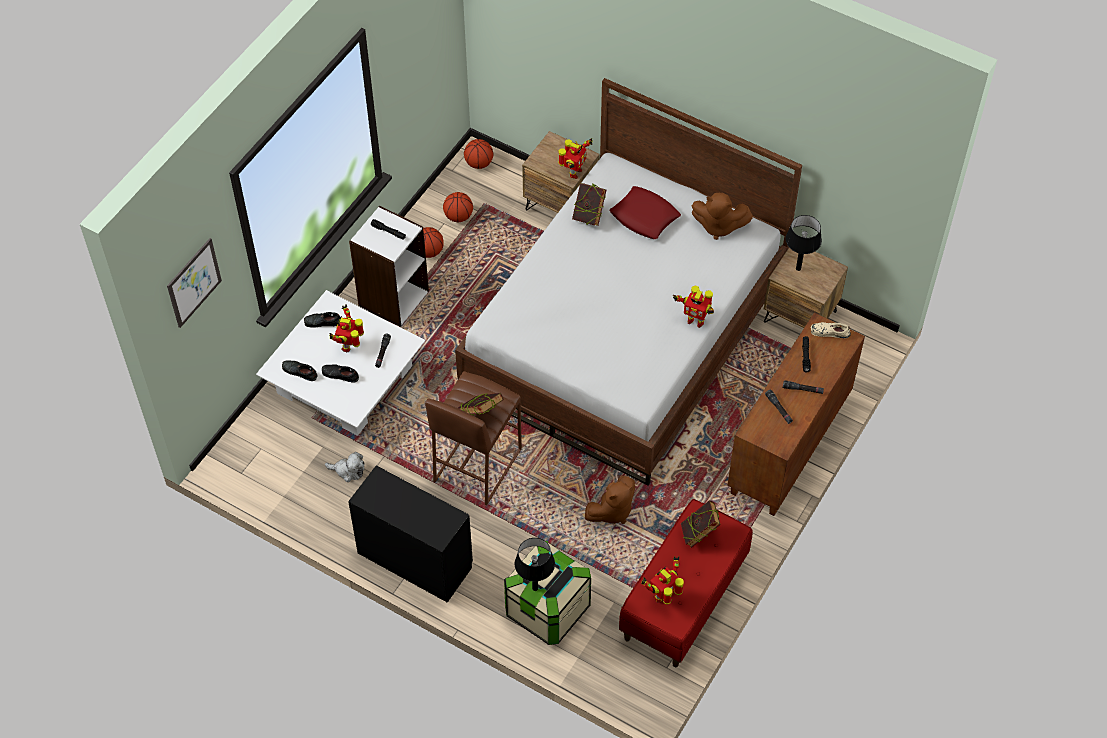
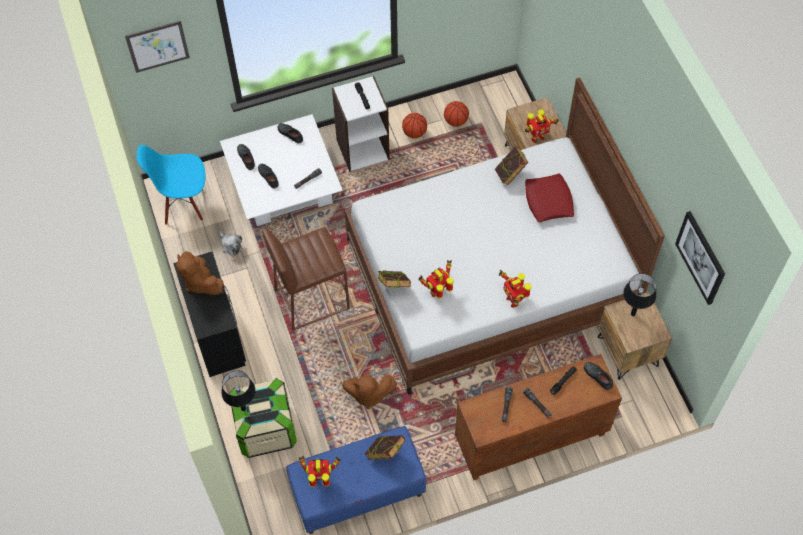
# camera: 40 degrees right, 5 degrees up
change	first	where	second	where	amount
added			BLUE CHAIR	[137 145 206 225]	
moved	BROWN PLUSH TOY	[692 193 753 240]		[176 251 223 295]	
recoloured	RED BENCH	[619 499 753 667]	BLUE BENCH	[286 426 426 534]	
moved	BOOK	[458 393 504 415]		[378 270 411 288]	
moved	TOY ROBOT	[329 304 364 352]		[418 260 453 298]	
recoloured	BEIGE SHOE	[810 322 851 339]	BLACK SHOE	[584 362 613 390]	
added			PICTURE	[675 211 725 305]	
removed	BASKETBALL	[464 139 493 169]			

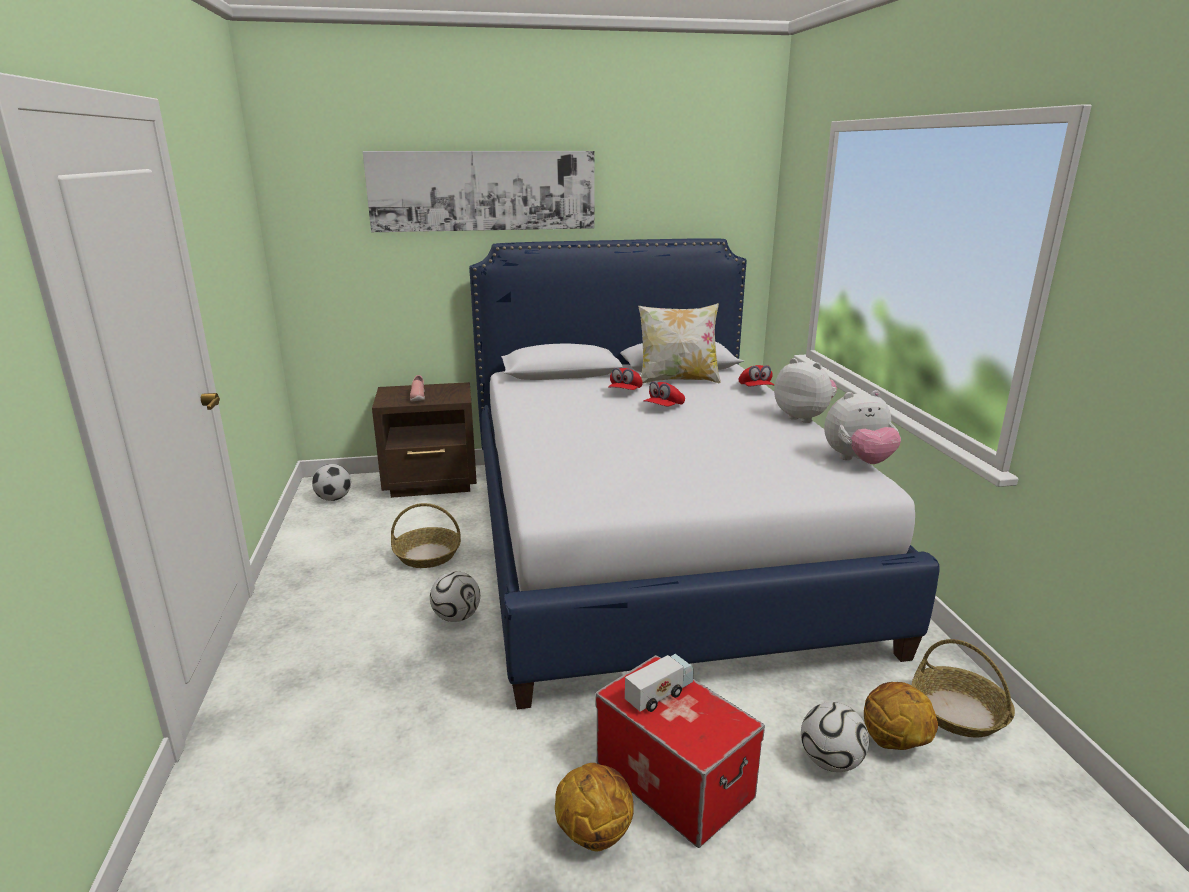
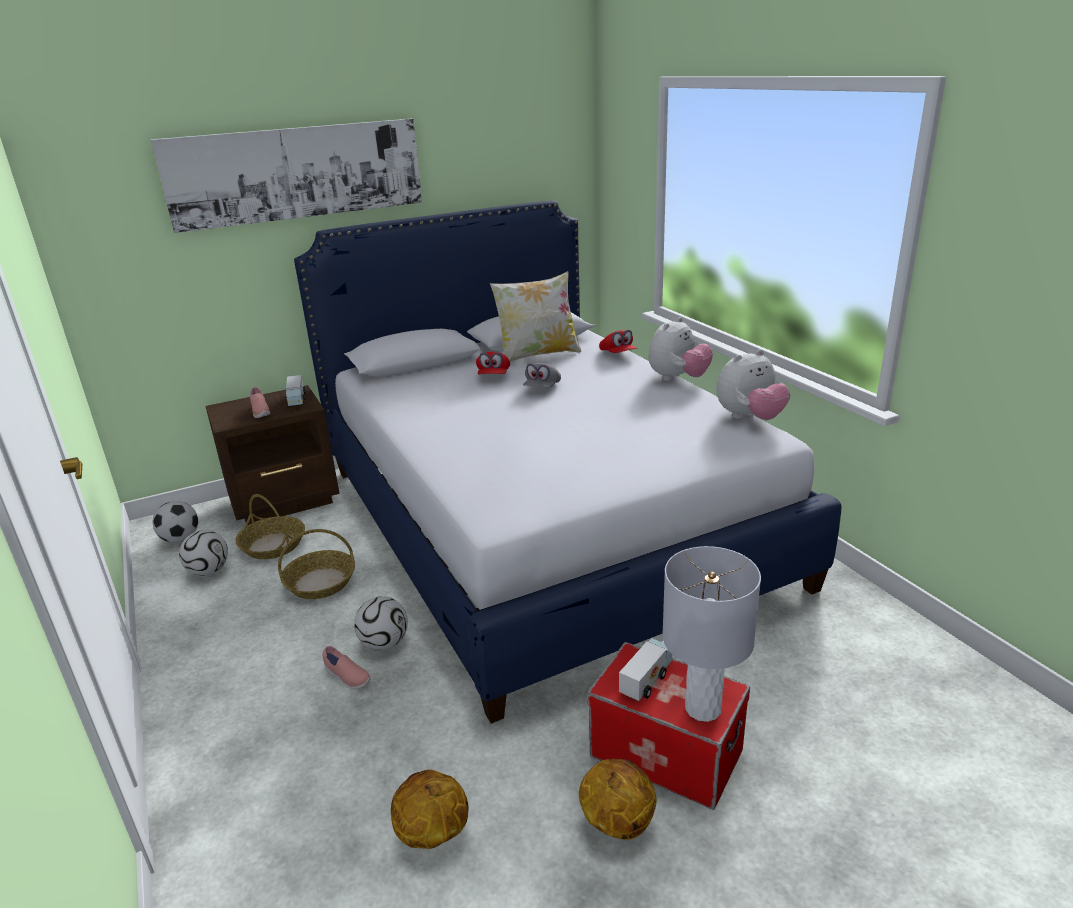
# camera: 15 degrees left, 5 degrees up
change	first	where	second	where	amount
moved	FOOTBALL	[801 702 869 772]		[179 530 228 576]	
moved	BASKET	[912 639 1015 737]		[235 494 305 559]	
added			TOY TRUCK	[286 375 306 406]	
added			PINK SHOE	[323 646 371 689]	
moved	BASKETBALL	[864 682 938 750]		[391 770 469 849]	
recoloured	RED CAP	[644 381 685 406]	GREY CAP	[523 363 561 388]	
turned	PLUSH TOY	[774 358 837 423]		[649 317 713 381]	105 degrees clockwise
added			GREY TABLE LAMP	[662 546 761 722]	

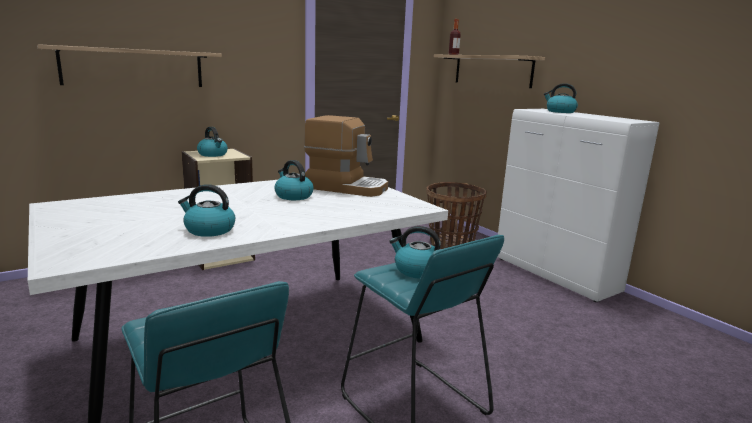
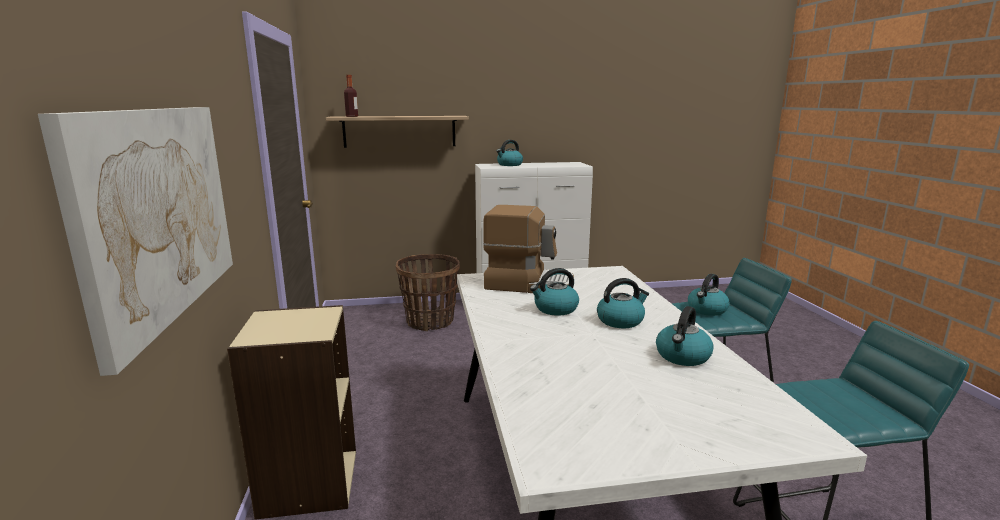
# camera: 65 degrees left, 0 degrees up
change	first	where	second	where	amount
replaced	SHELF	[37 44 222 87]	PICTURE	[38 107 233 376]	
turned	COFFEE MACHINE	[305 115 388 197]		[483 205 574 293]	60 degrees clockwise
moved	KETTLE	[197 127 228 157]		[597 278 649 328]	

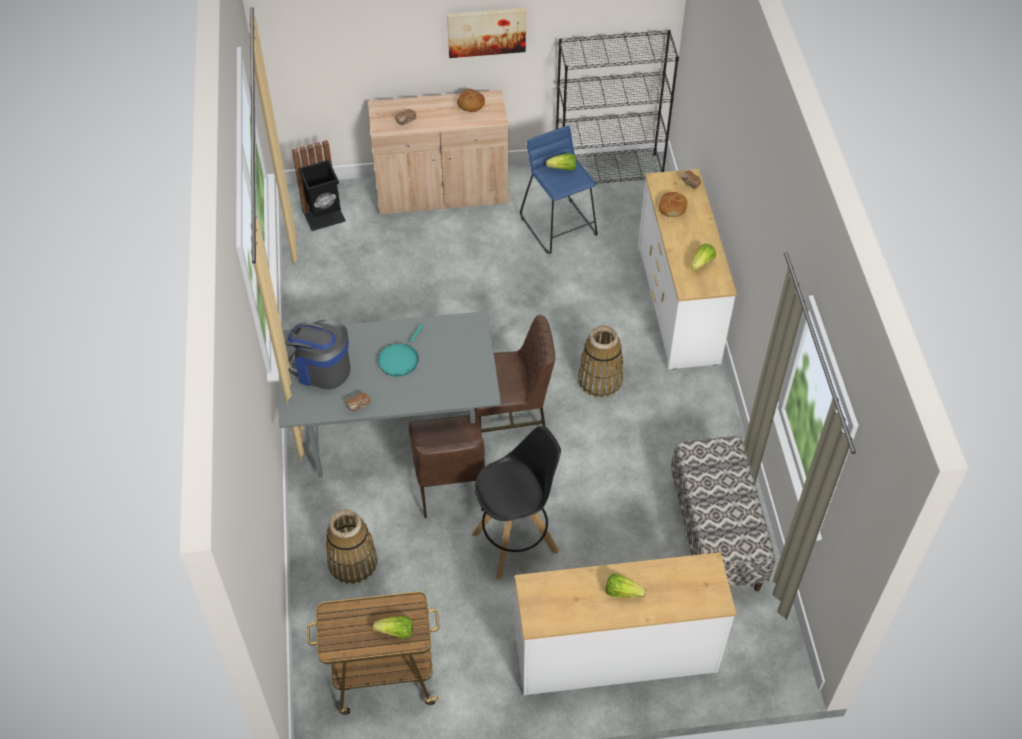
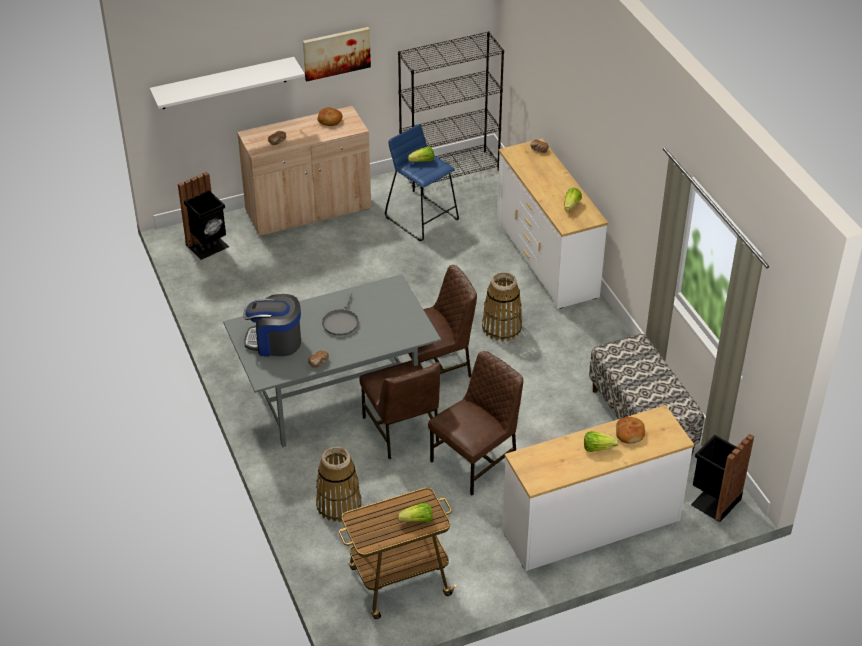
# camera: 15 degrees left, 10 degrees down
change	first	where	second	where	amount
added			WHITE SHELF	[149 57 305 109]	
recoloured	TURQUOISE FRYING PAN	[378 324 424 377]	GREY FRYING PAN	[322 293 359 336]	
replaced	BLACK STOOL	[472 426 561 579]	BROWN CHAIR	[428 351 523 495]	
moved	BREAD	[658 192 688 217]		[616 417 645 444]	
added			BLACK TRASH CAN	[691 434 754 522]	

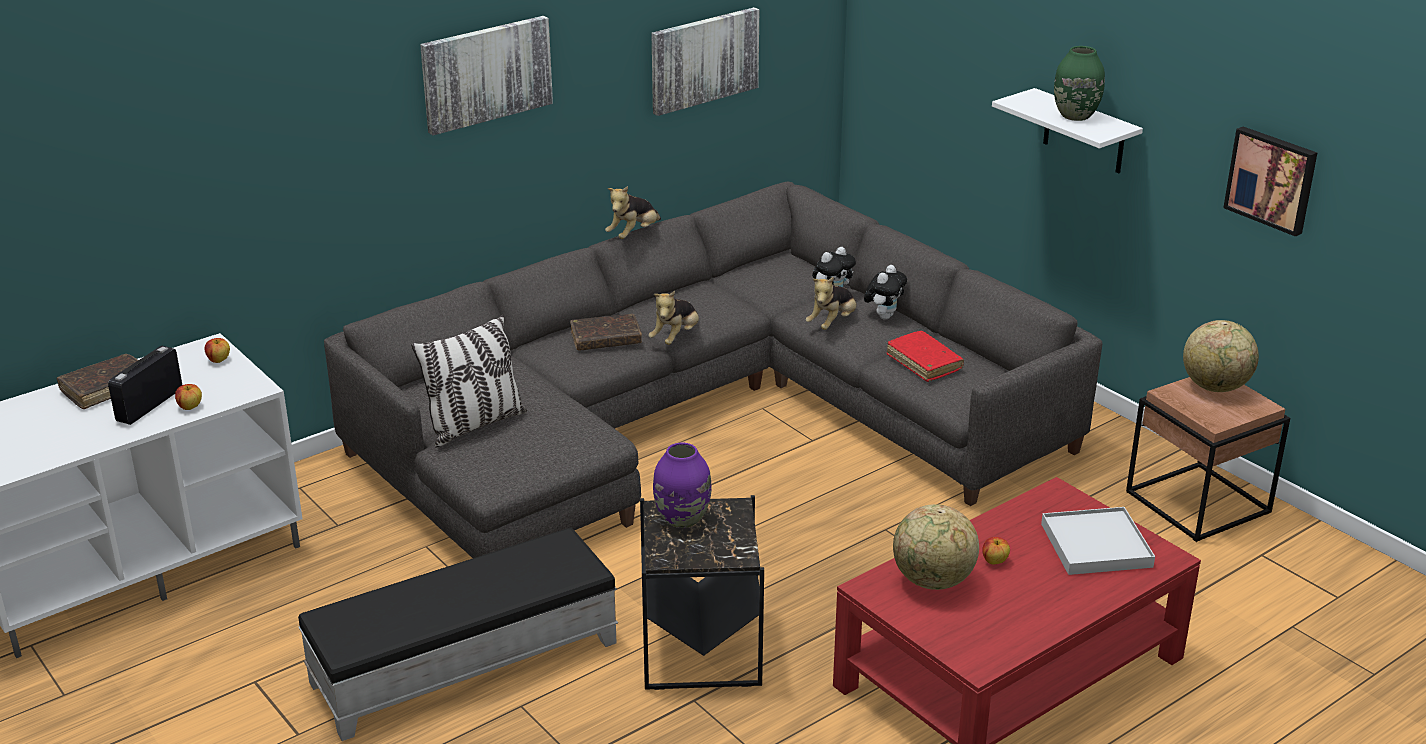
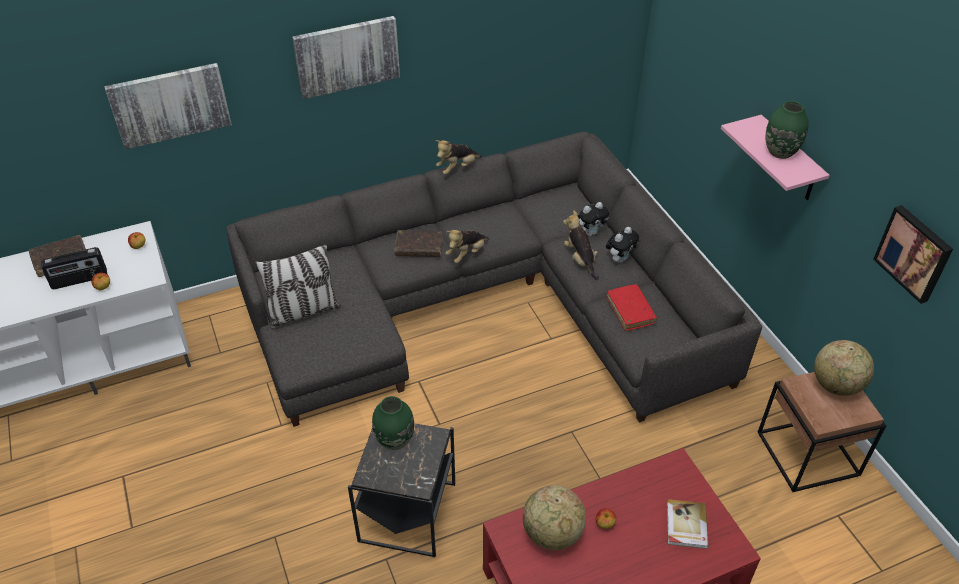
# camera: 15 degrees right, 15 degrees up
change	first	where	second	where	amount
turned	RADIO	[108 346 182 425]		[41 247 107 289]	150 degrees counterclockwise
moved	PICTURE	[651 7 759 116]		[104 63 232 150]	
recoloured	PURPLE VASE	[653 443 712 528]	GREEN VASE	[372 396 414 450]	
turned	PLUSH TOY	[805 277 857 330]		[563 210 599 280]	105 degrees clockwise
replaced	WHITE TRAY	[1041 507 1155 575]	BOOK	[667 499 709 549]	
recoloured	WHITE SHELF	[992 88 1143 174]	PINK SHELF	[721 115 830 200]	
removed	BLACK OTTOMAN	[298 528 618 741]			

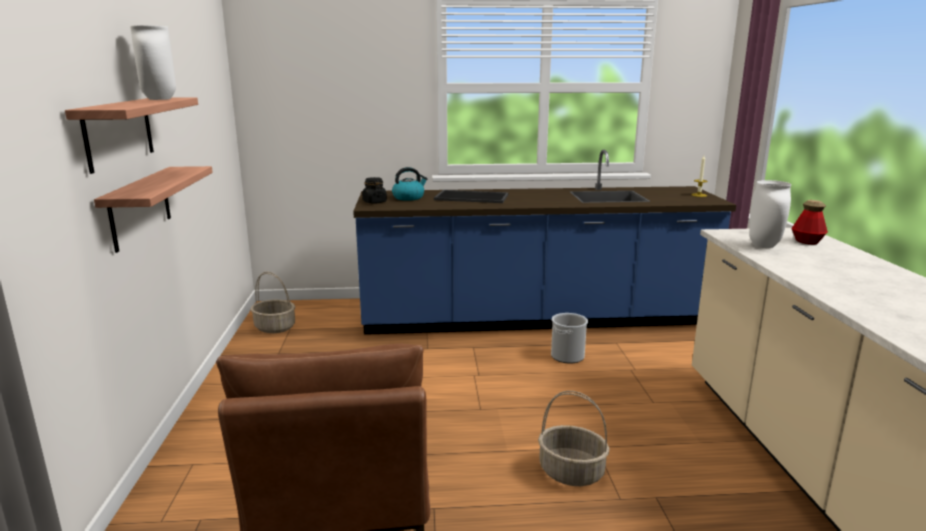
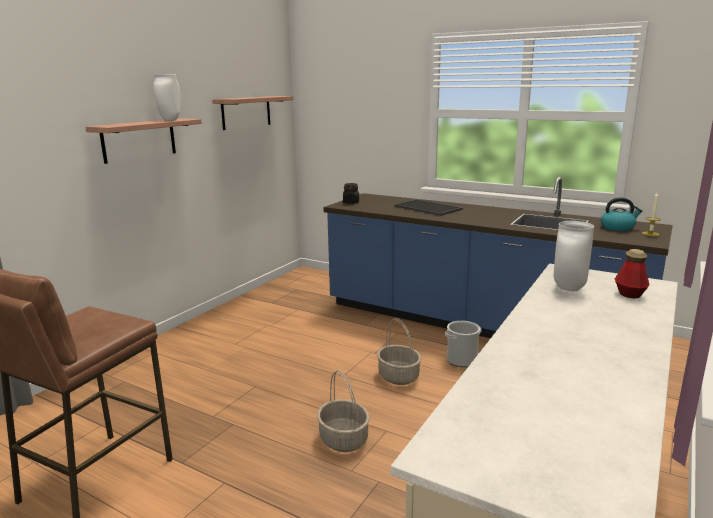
# camera: 35 degrees right, 0 degrees up
change	first	where	second	where	amount
moved	SHELF	[94 166 213 253]		[212 96 293 130]	
moved	BASKET	[251 272 295 333]		[377 318 421 385]	
moved	KETTLE	[392 167 428 201]		[601 197 642 231]	

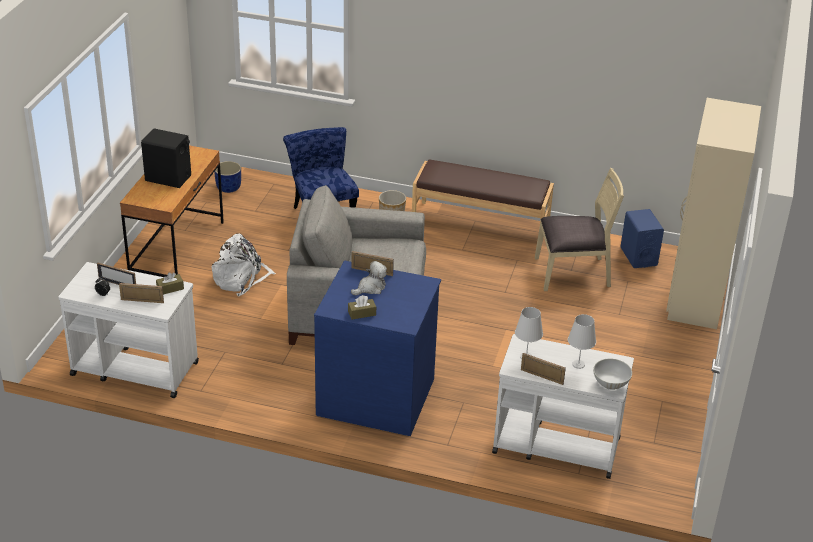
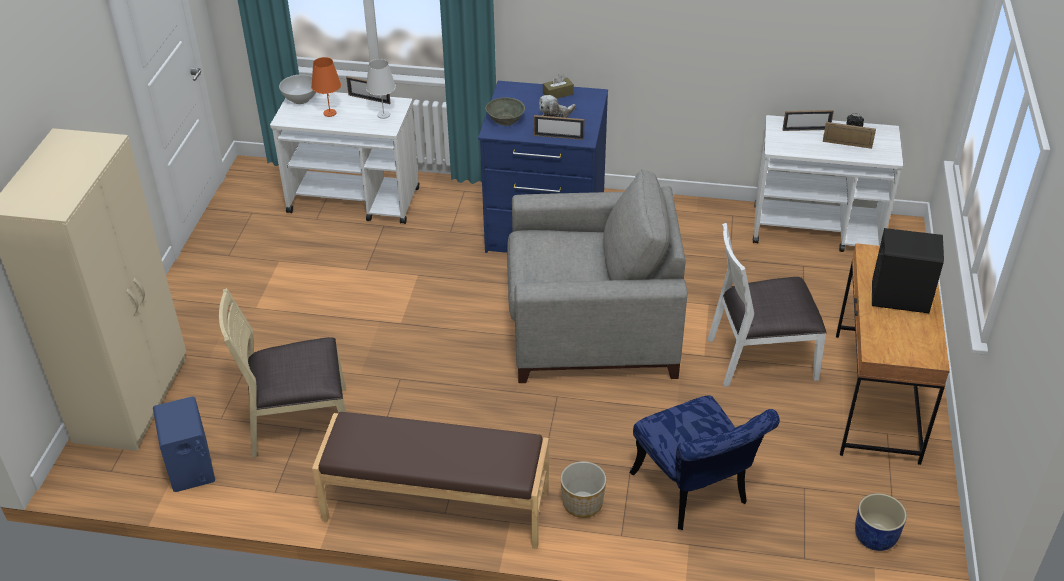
# camera: 175 degrees right, 5 degrees up
change	first	where	second	where	amount
recoloured	WHITE TABLE LAMP	[568 314 596 369]	ORANGE TABLE LAMP	[311 57 341 117]	
added			GREY BOWL	[485 97 525 126]	
replaced	WHITE BACKPACK	[212 233 276 296]	WHITE CHAIR	[708 223 827 387]	
removed	BROWN TISSUE BOX	[156 272 184 295]			

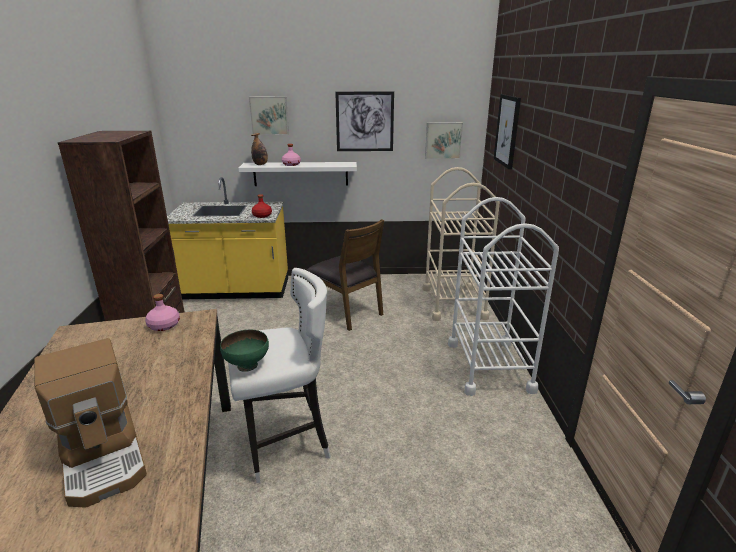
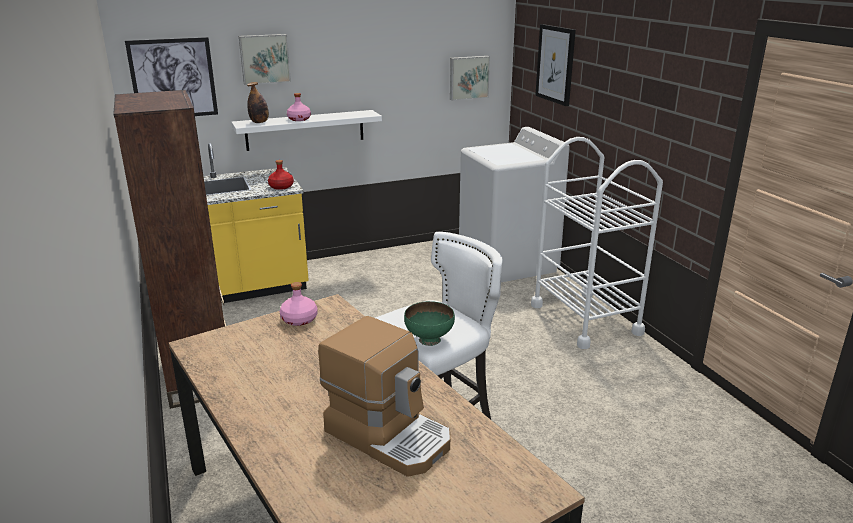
# camera: 20 degrees left, 0 degrees up
change	first	where	second	where	amount
moved	PICTURE	[335 91 394 151]		[125 37 218 116]	
replaced	BEIGE CART	[423 167 500 321]	WHITE WASHING MACHINE	[459 127 570 282]	
removed	BROWN CHAIR	[307 219 384 331]			

